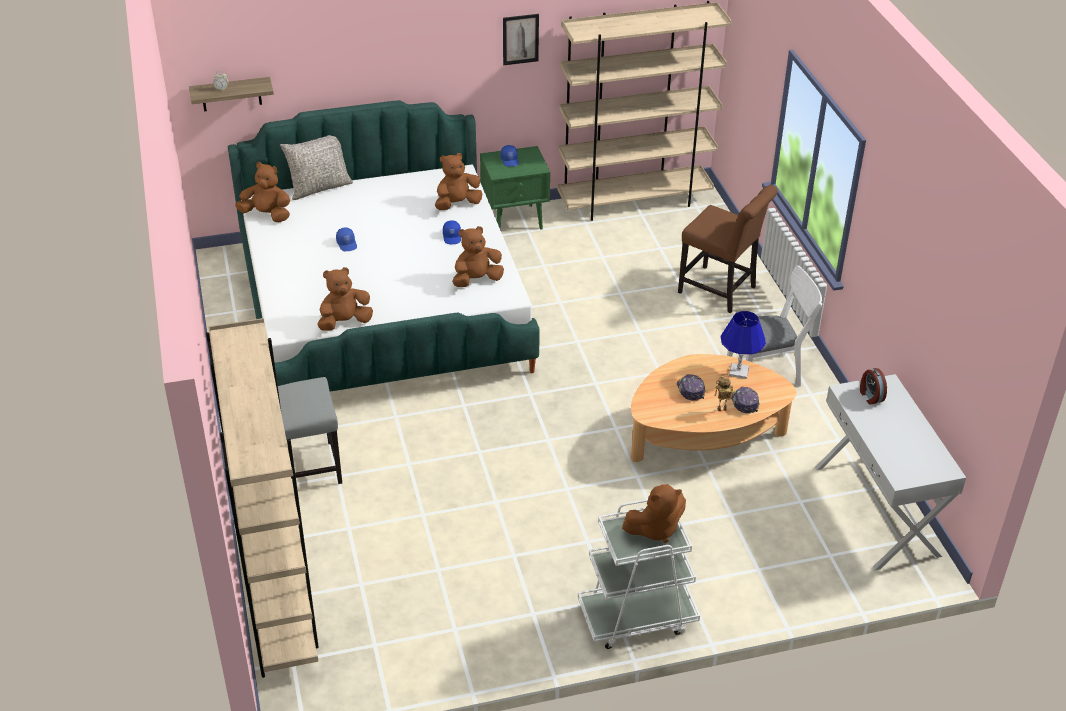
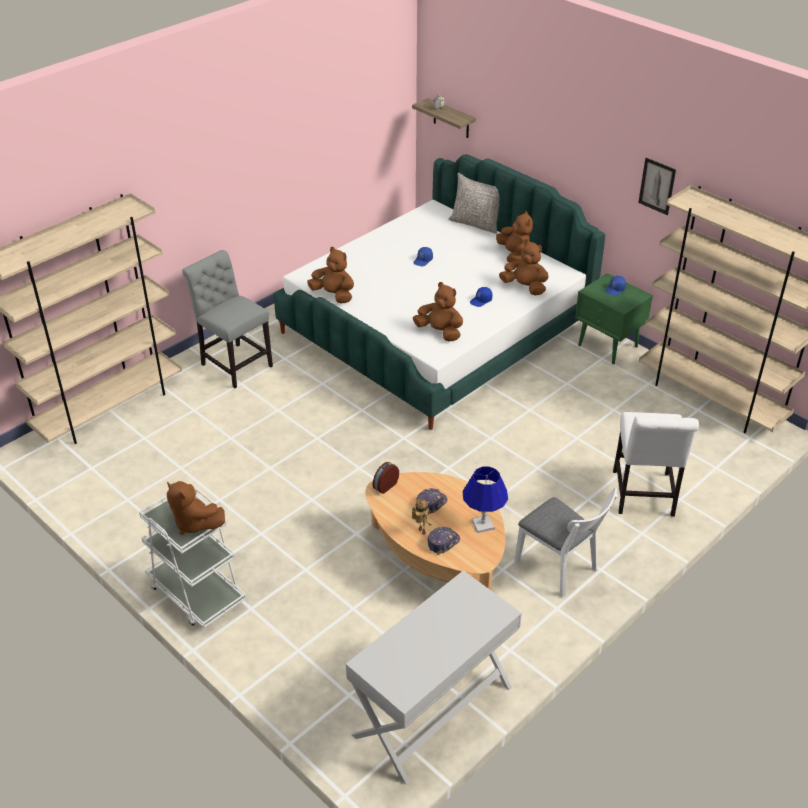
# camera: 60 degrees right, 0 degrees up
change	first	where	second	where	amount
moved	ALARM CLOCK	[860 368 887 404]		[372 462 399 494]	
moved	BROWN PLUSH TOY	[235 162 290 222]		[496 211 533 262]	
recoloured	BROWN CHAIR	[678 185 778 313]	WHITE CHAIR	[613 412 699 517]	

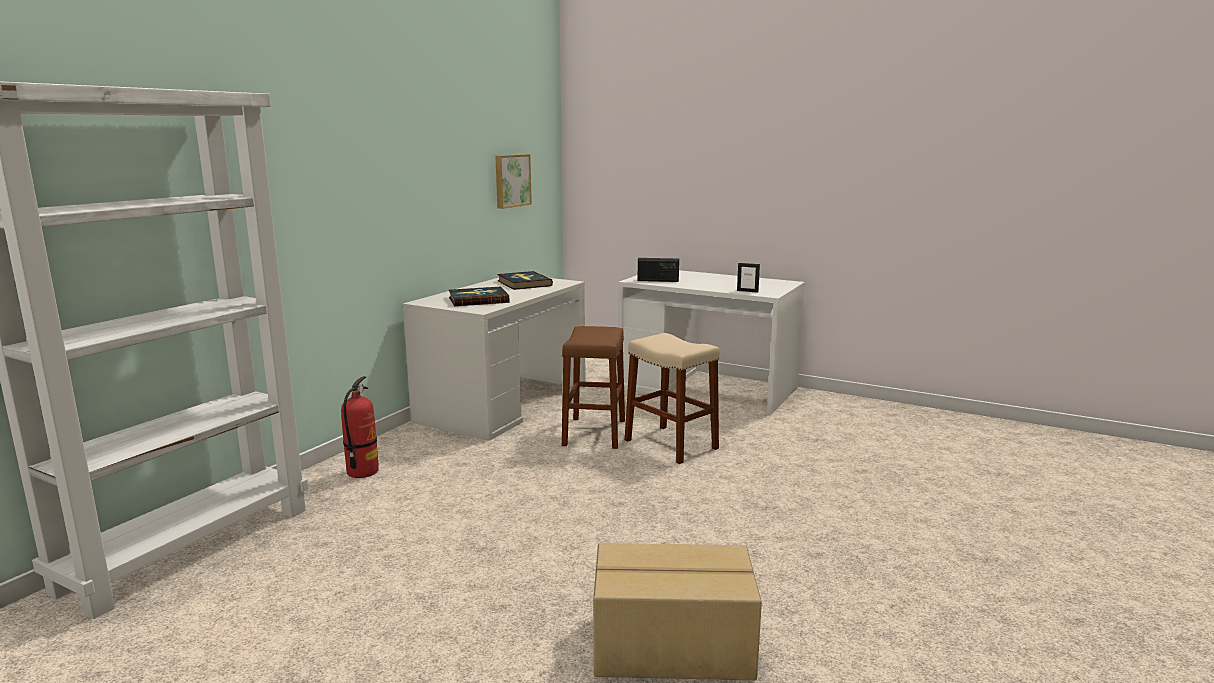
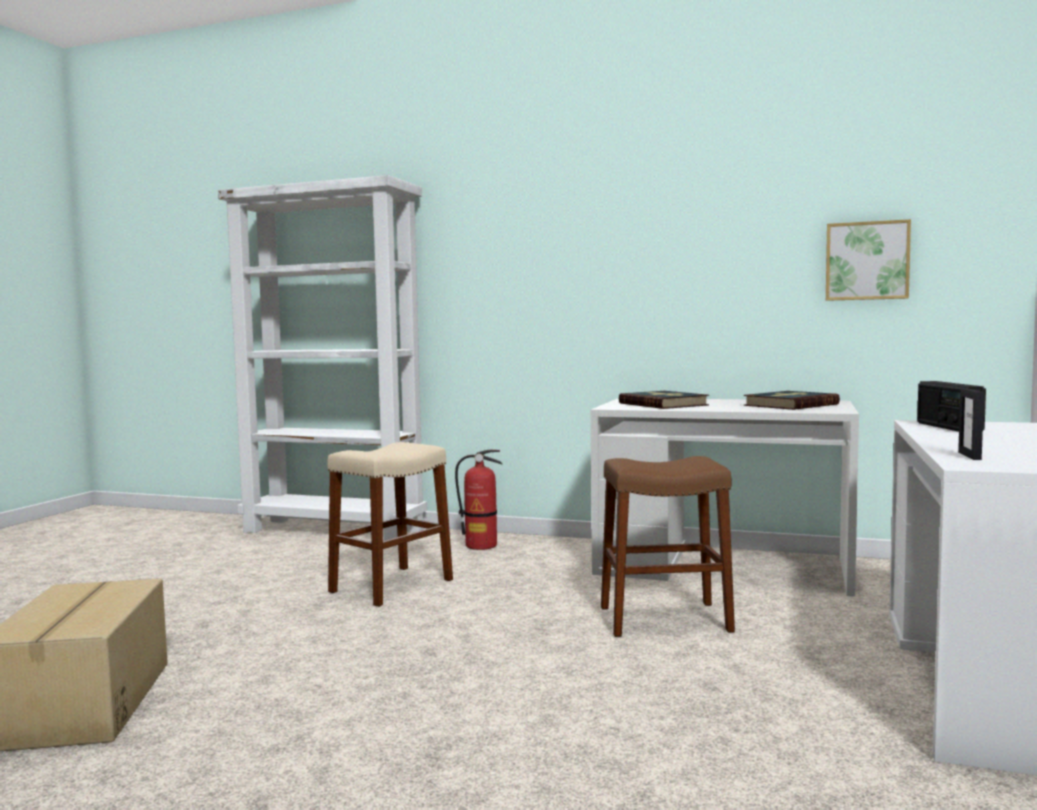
# camera: 80 degrees right, 10 degrees down
change	first	where	second	where	amount
moved	BEIGE STOOL	[625 333 720 464]		[327 442 453 607]	

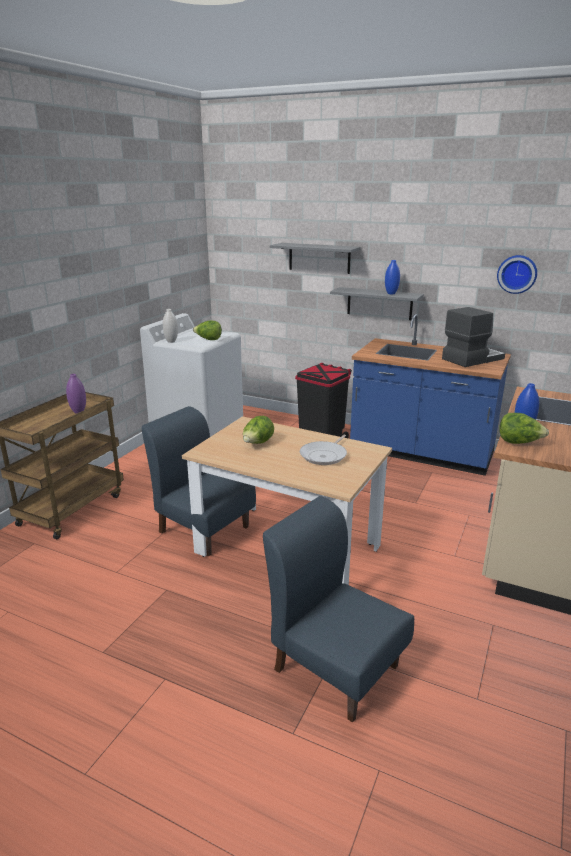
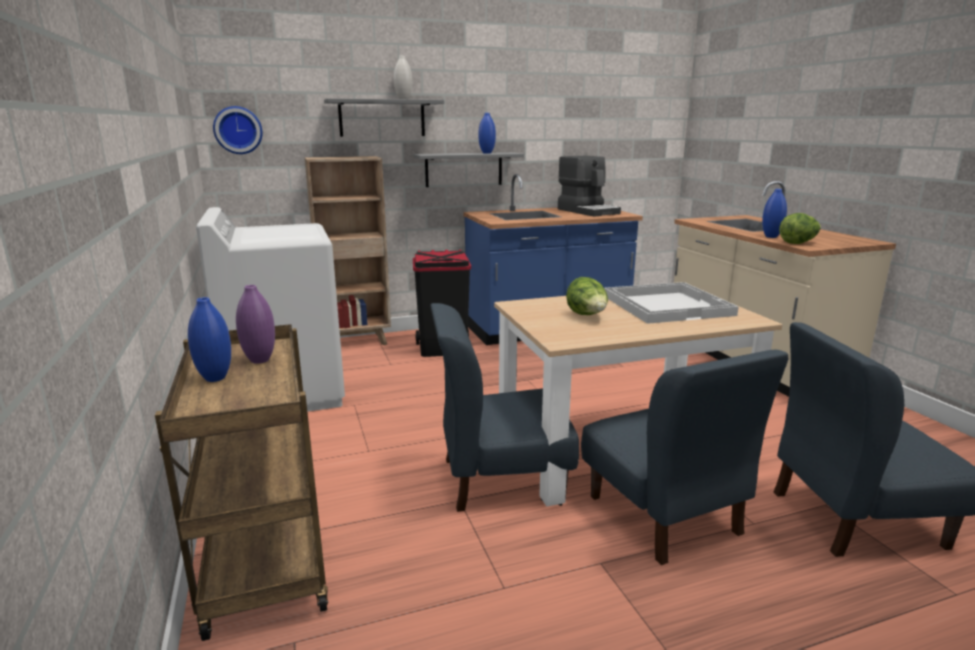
# camera: 45 degrees left, 5 degrees down
change	first	where	second	where	amount
added			BLUE VASE	[188 297 231 382]	
moved	WALL CLOCK	[497 255 537 294]		[213 106 263 154]	
added			BROWN BOOKCASE	[305 156 391 345]	
moved	WHITE VASE	[163 309 178 343]		[394 56 412 99]	
turned	COFFEE MACHINE	[442 307 505 367]		[558 156 621 217]	135 degrees clockwise
added			BLUE CHAIR	[581 349 788 565]	
replaced	FRYING PAN	[300 435 347 465]	WHITE TRAY	[604 282 739 324]	
removed	LETTUCE	[193 320 222 340]			

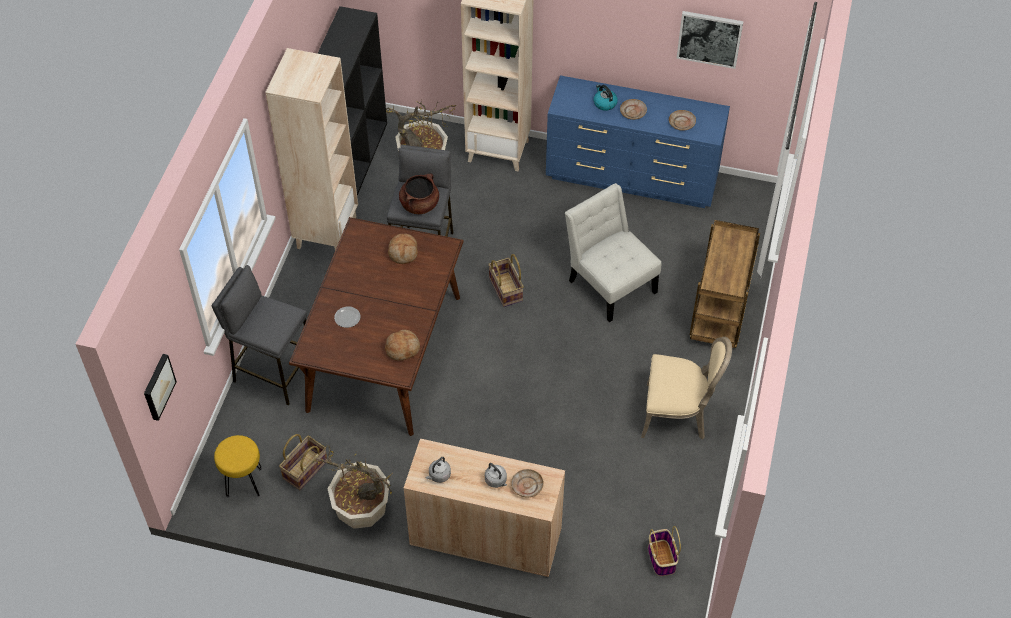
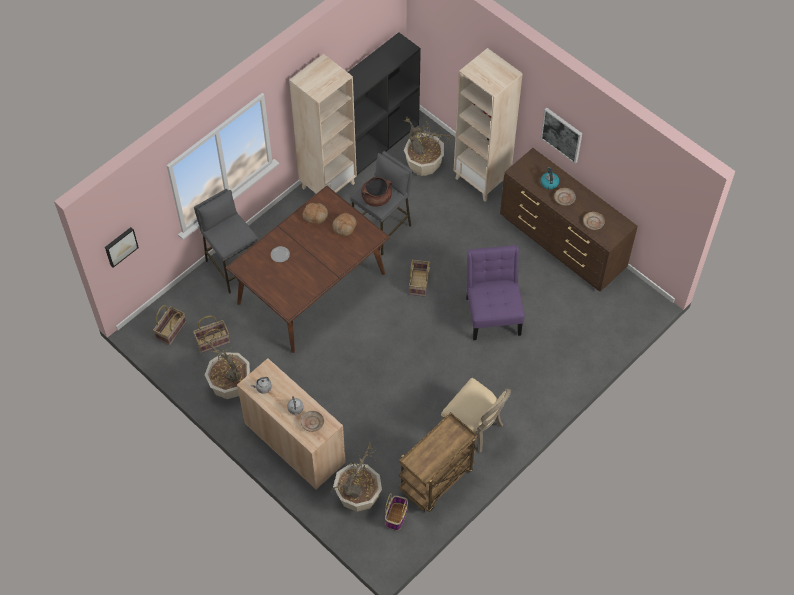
# camera: 30 degrees right, 5 degrees up
change	first	where	second	where	amount
replaced	YELLOW STOOL	[214 435 262 498]	BASKET	[153 305 186 346]	
moved	BREAD	[385 330 420 361]		[303 203 328 224]	
added			POTTED PLANT	[330 441 382 512]	
moved	BROWN CART	[690 220 760 348]		[399 412 477 512]	
recoloured	WHITE CHAIR	[565 183 661 322]	PURPLE CHAIR	[466 245 525 340]	
recoloured	BLUE DRESSER	[546 75 730 208]	BROWN DRESSER	[500 148 638 292]	
moved	PICTURE	[677 11 744 69]		[540 108 582 164]	

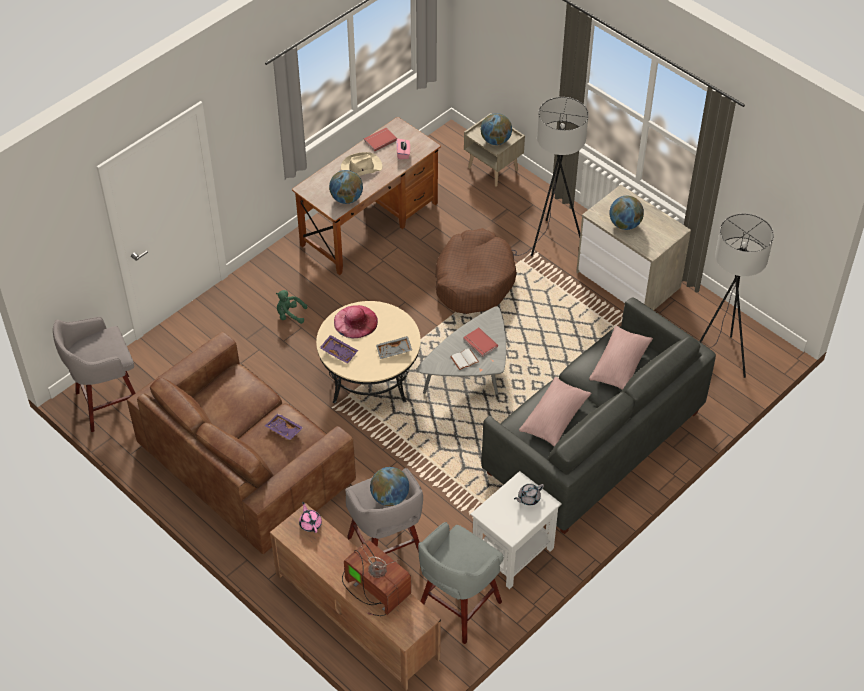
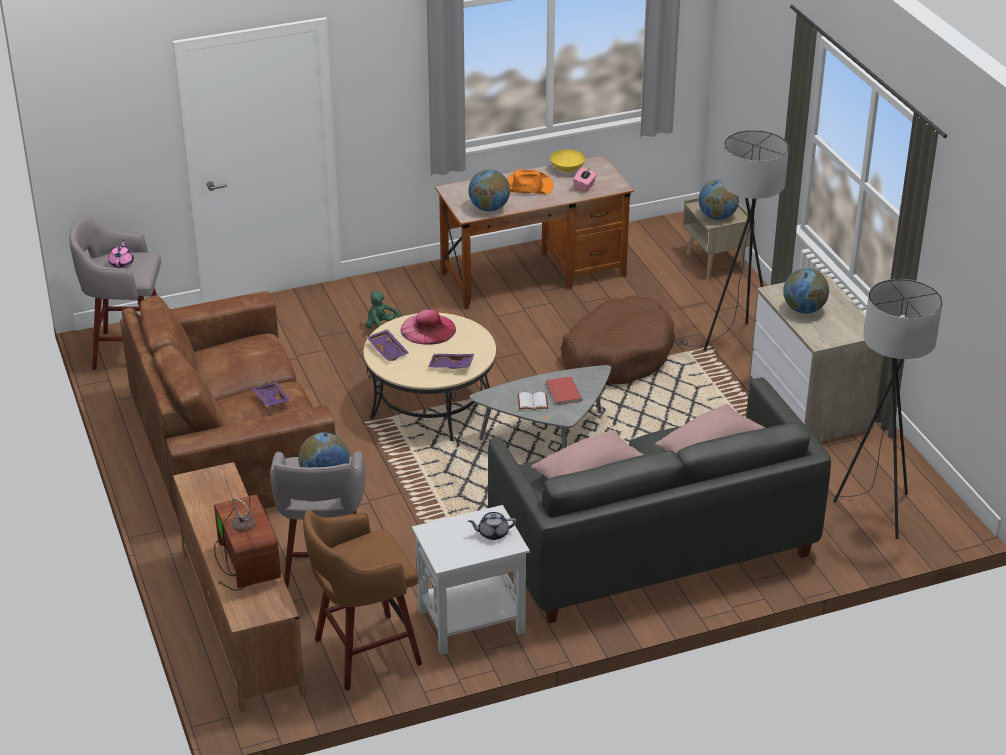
# camera: 25 degrees right, 15 degrees down
change	first	where	second	where	amount
moved	PINK TEAPOT	[299 502 322 533]		[108 239 134 268]	
recoloured	GREY STOOL	[418 522 503 644]	BROWN STOOL	[303 510 422 691]	
recoloured	GREY TRAY	[376 336 412 359]	PURPLE TRAY	[428 354 474 369]	
recoloured	BEIGE HAT	[341 152 382 176]	ORANGE HAT	[506 169 553 194]	
replaced	RED BOOK	[364 128 397 151]	YELLOW BOWL	[550 150 585 172]	

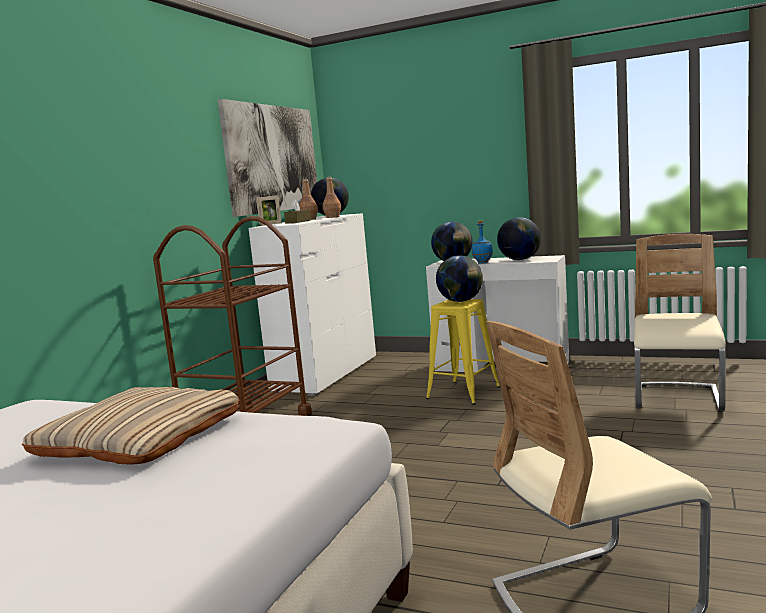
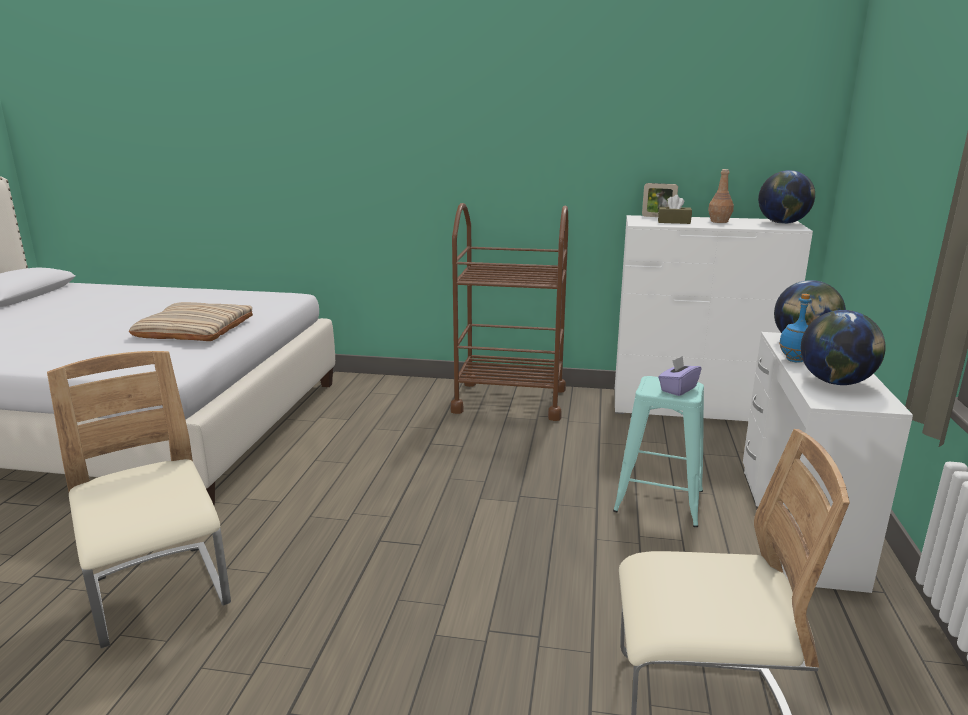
# camera: 75 degrees right, 10 degrees up
change	first	where	second	where	amount
recoloured	YELLOW STOOL	[426 299 500 405]	TURQUOISE STOOL	[613 376 704 527]	
replaced	GLOBE	[436 255 483 302]	PURPLE TISSUE BOX	[658 356 702 396]	
removed	PICTURE	[218 99 317 217]			
removed	BROWN BOTTLE	[322 177 341 218]			

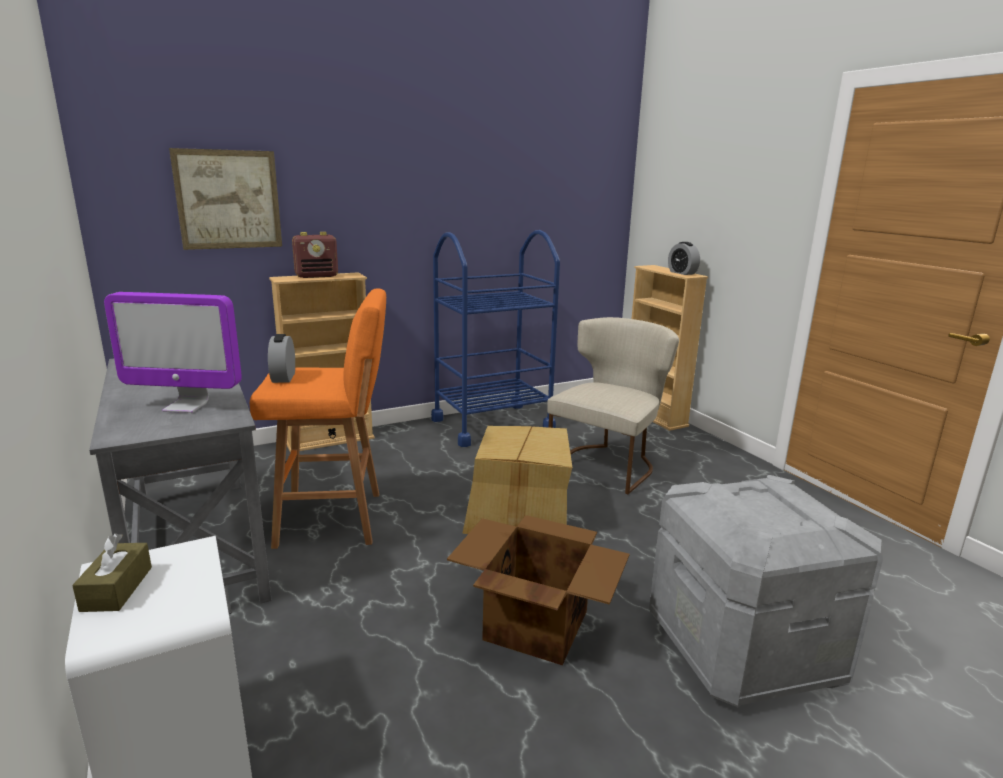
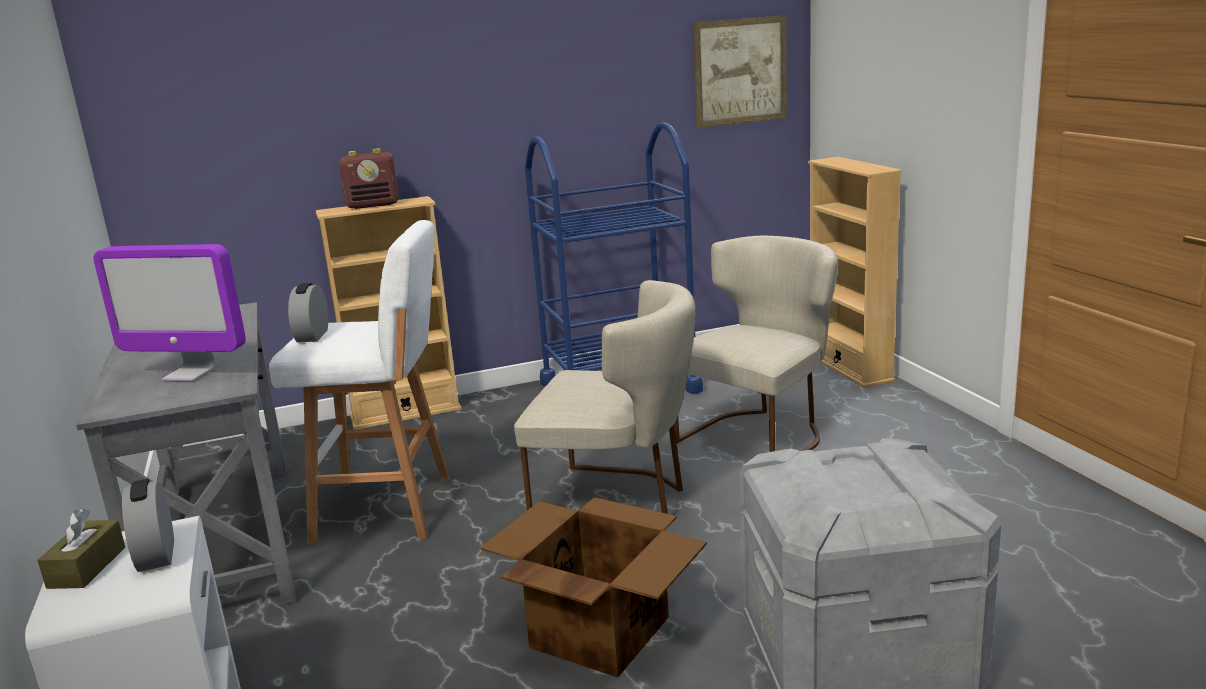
# camera: 10 degrees right, 0 degrees up
change	first	where	second	where	amount
moved	ALARM CLOCK	[668 242 700 275]		[122 479 174 572]	
recoloured	ORANGE STOOL	[250 289 386 549]	WHITE STOOL	[269 220 450 544]	
replaced	CARDBOARD BOX	[462 426 572 534]	BEIGE CHAIR	[514 280 695 514]	
moved	PICTURE	[169 148 282 250]		[693 15 787 128]	

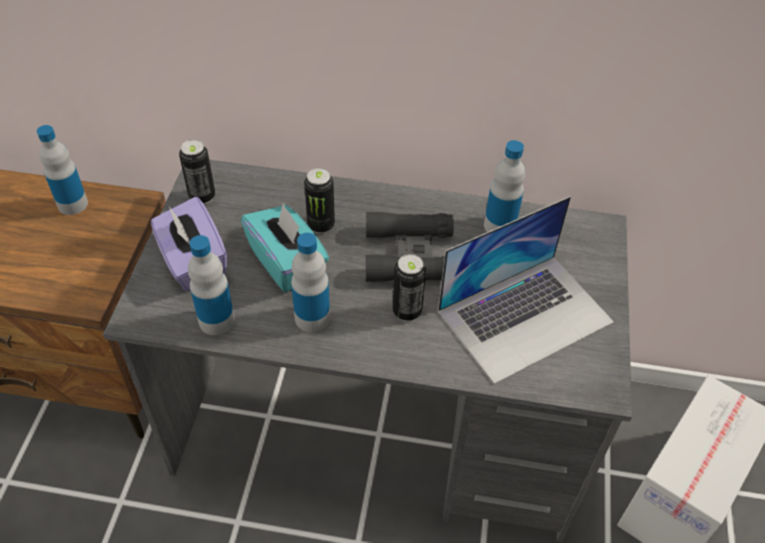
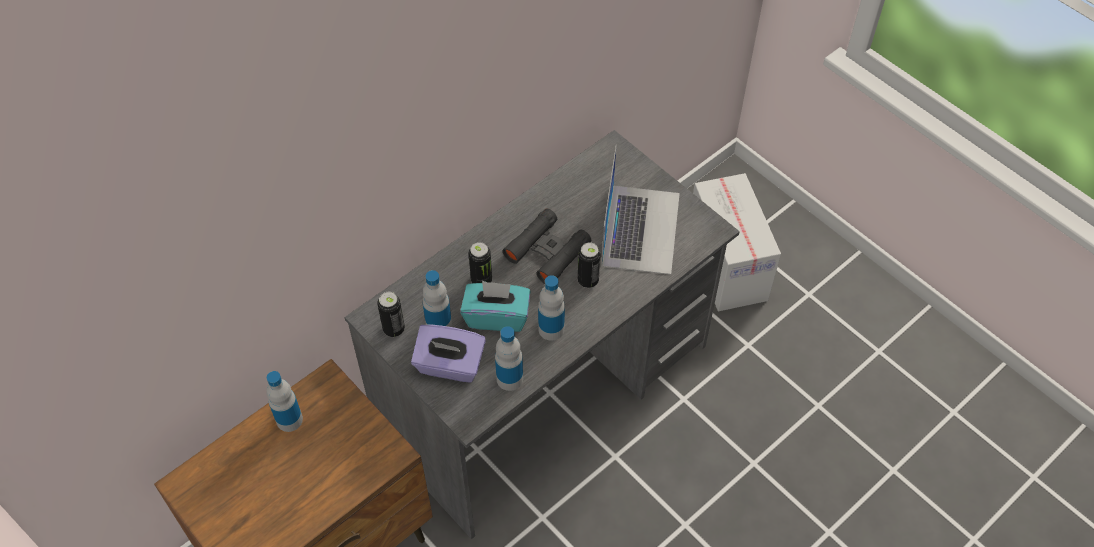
# camera: 50 degrees left, 5 degrees up
change	first	where	second	where	amount
moved	BOTTLE	[484 140 525 232]		[422 270 452 327]	

